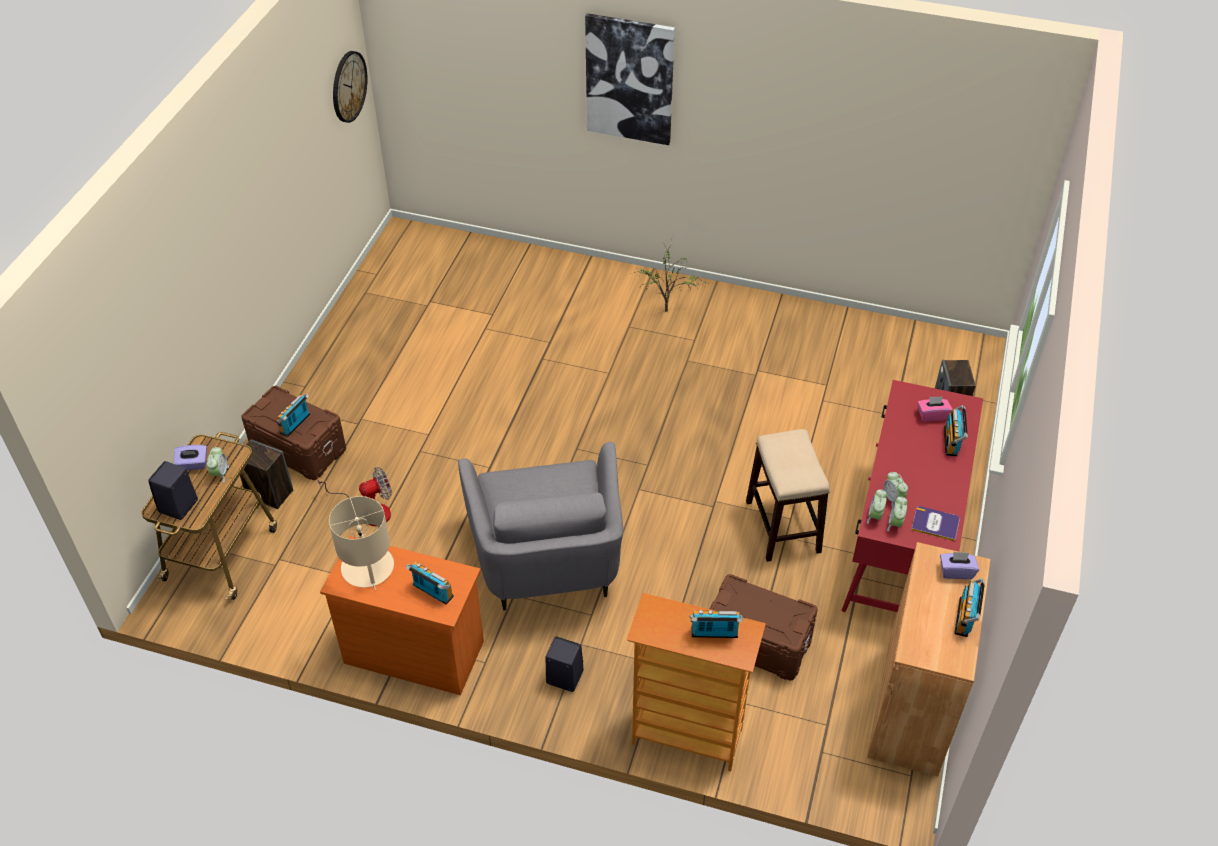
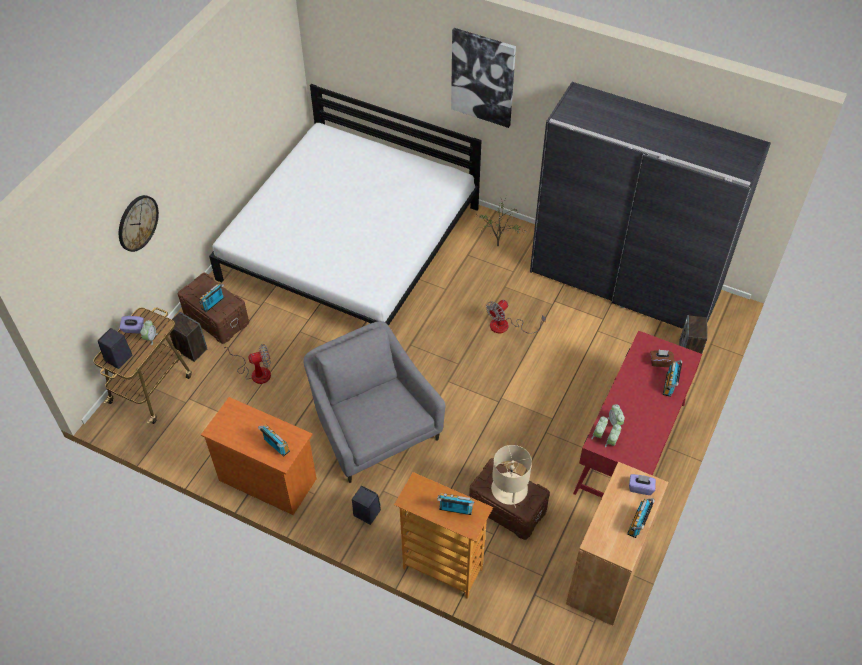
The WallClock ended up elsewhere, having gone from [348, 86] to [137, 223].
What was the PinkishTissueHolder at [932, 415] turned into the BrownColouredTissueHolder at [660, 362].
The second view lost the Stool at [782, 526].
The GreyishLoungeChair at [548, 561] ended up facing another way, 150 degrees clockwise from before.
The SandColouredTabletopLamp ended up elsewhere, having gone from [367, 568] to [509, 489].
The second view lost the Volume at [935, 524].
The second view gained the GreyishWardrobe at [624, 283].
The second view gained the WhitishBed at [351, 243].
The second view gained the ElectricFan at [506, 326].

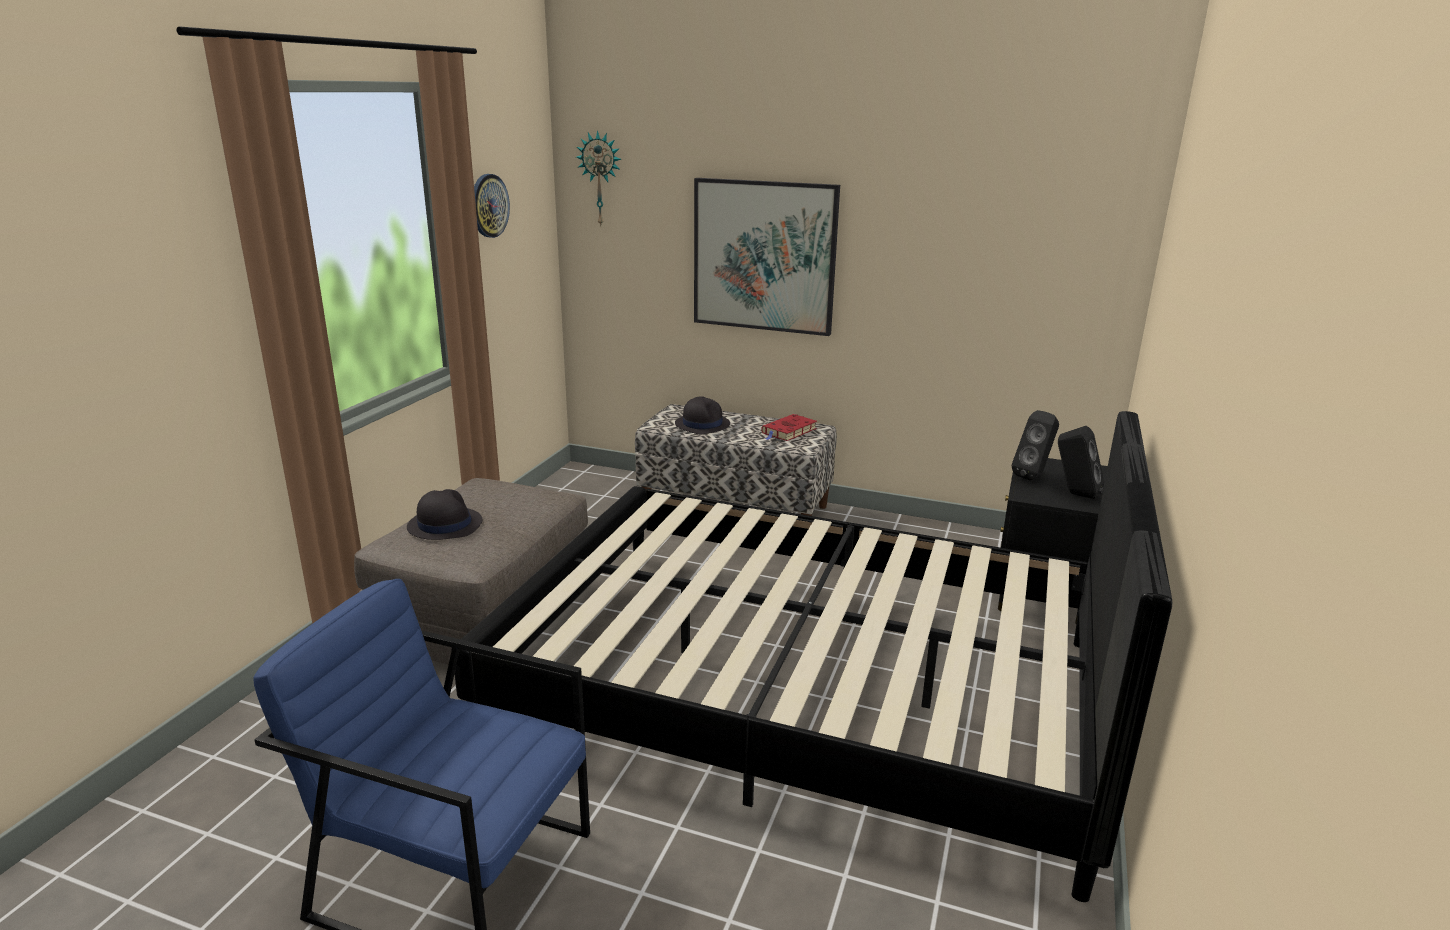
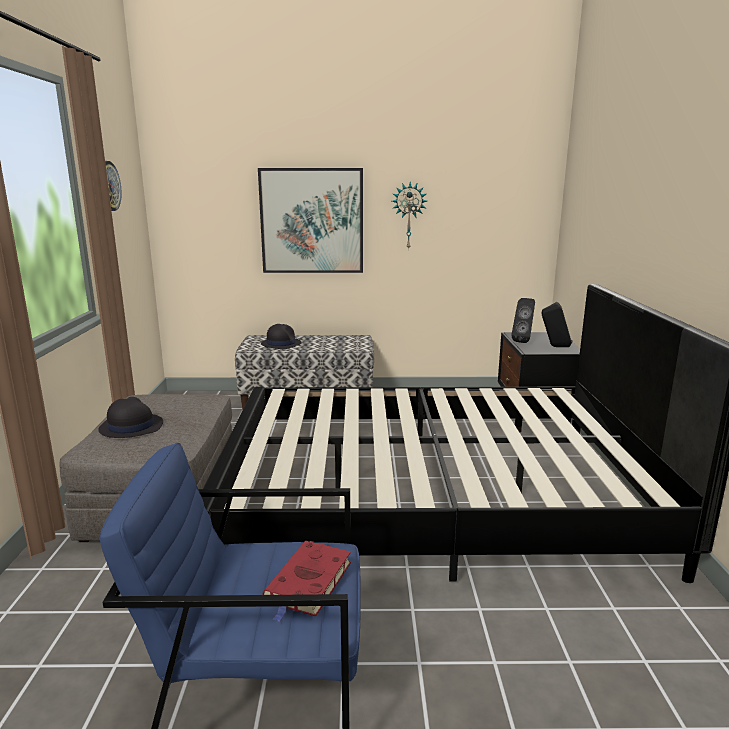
The WallClock ended up elsewhere, having gone from [600, 179] to [408, 216].
The RedColouredVolume ended up elsewhere, having gone from [788, 431] to [308, 584].

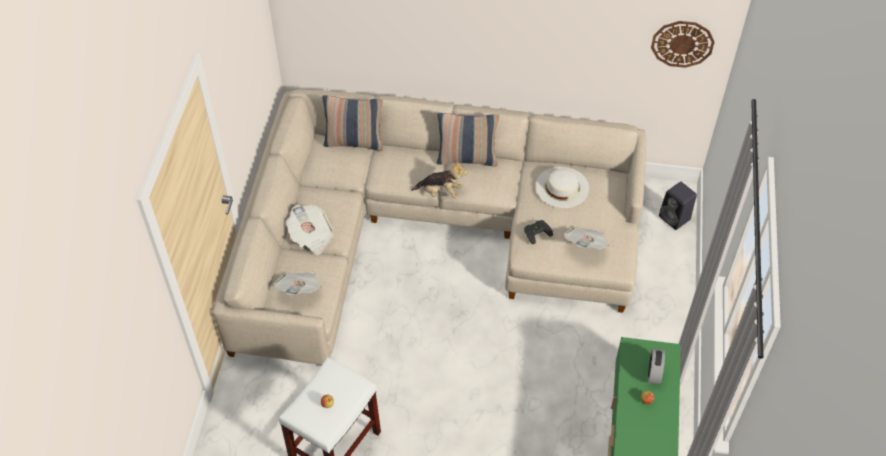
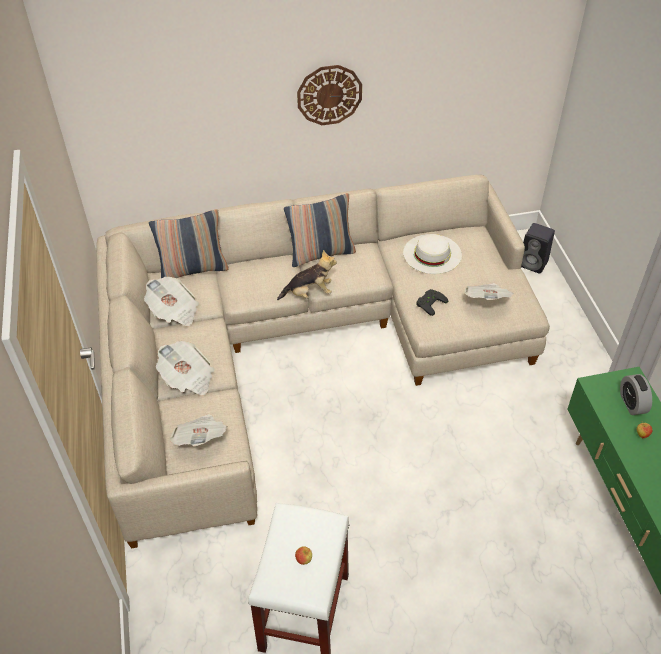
The WallClock ended up elsewhere, having gone from [682, 43] to [329, 95].
The second view gained the DailyPaper at [174, 311].

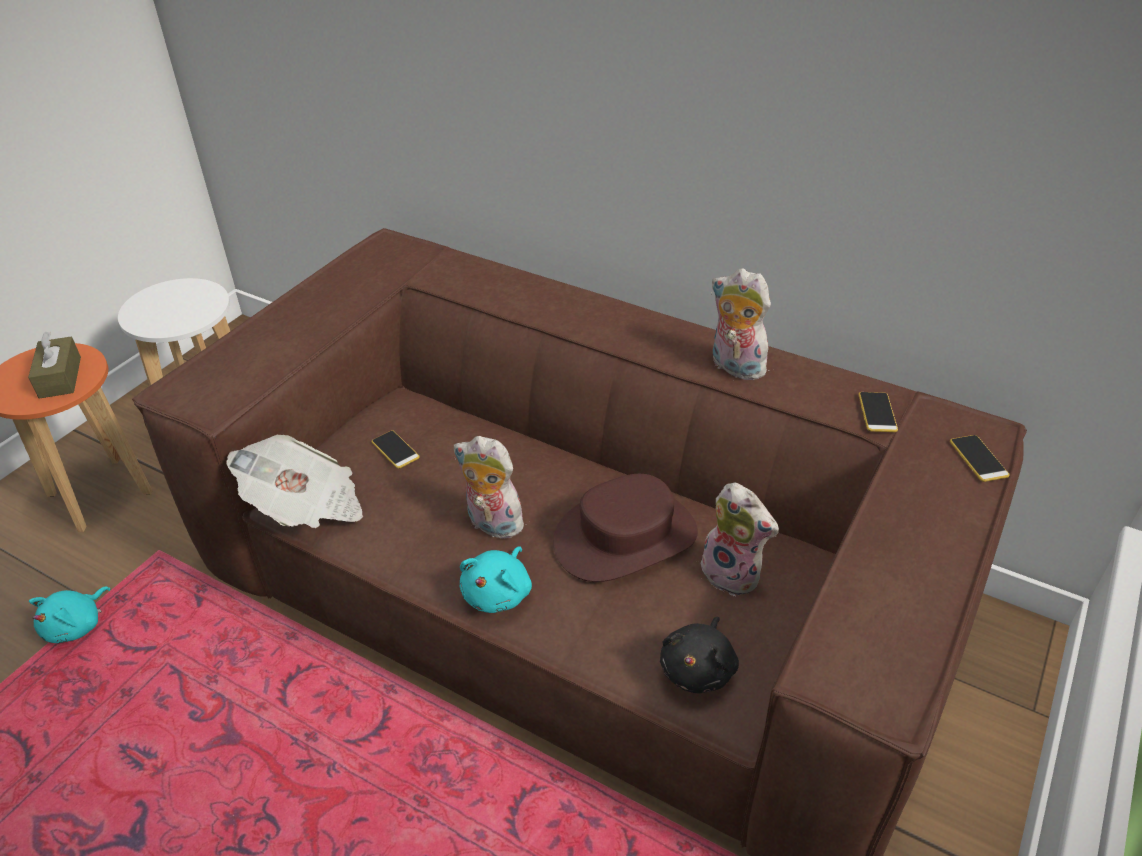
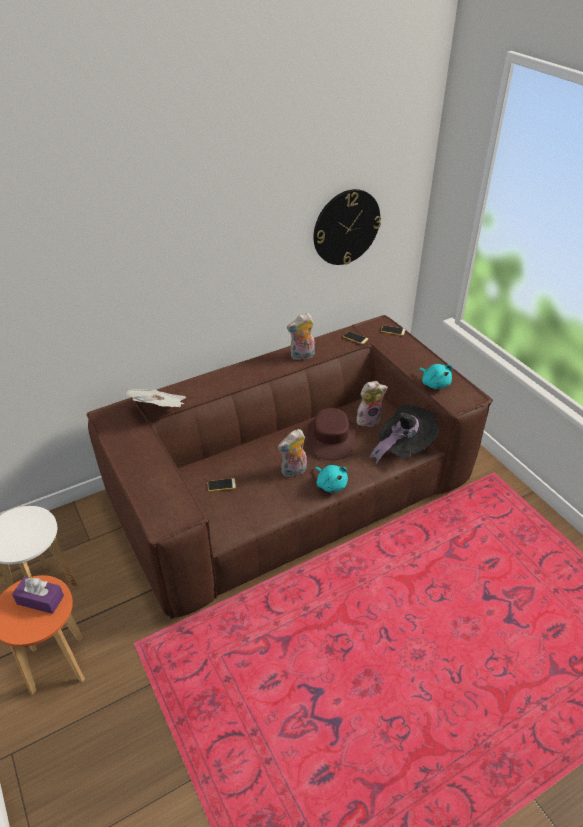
What was the BrownColouredTissueHolder at [60, 377] turned into the PurplishTissueHolder at [40, 600].
The DailyPaper ended up elsewhere, having gone from [306, 506] to [160, 409].
The TurquoiseColouredSoftToy ended up elsewhere, having gone from [77, 626] to [434, 383].
Where the BlackSoftToy stood at [698, 668], the BlackHat came to stand at [403, 447].
The second view gained the WallClock at [346, 227].

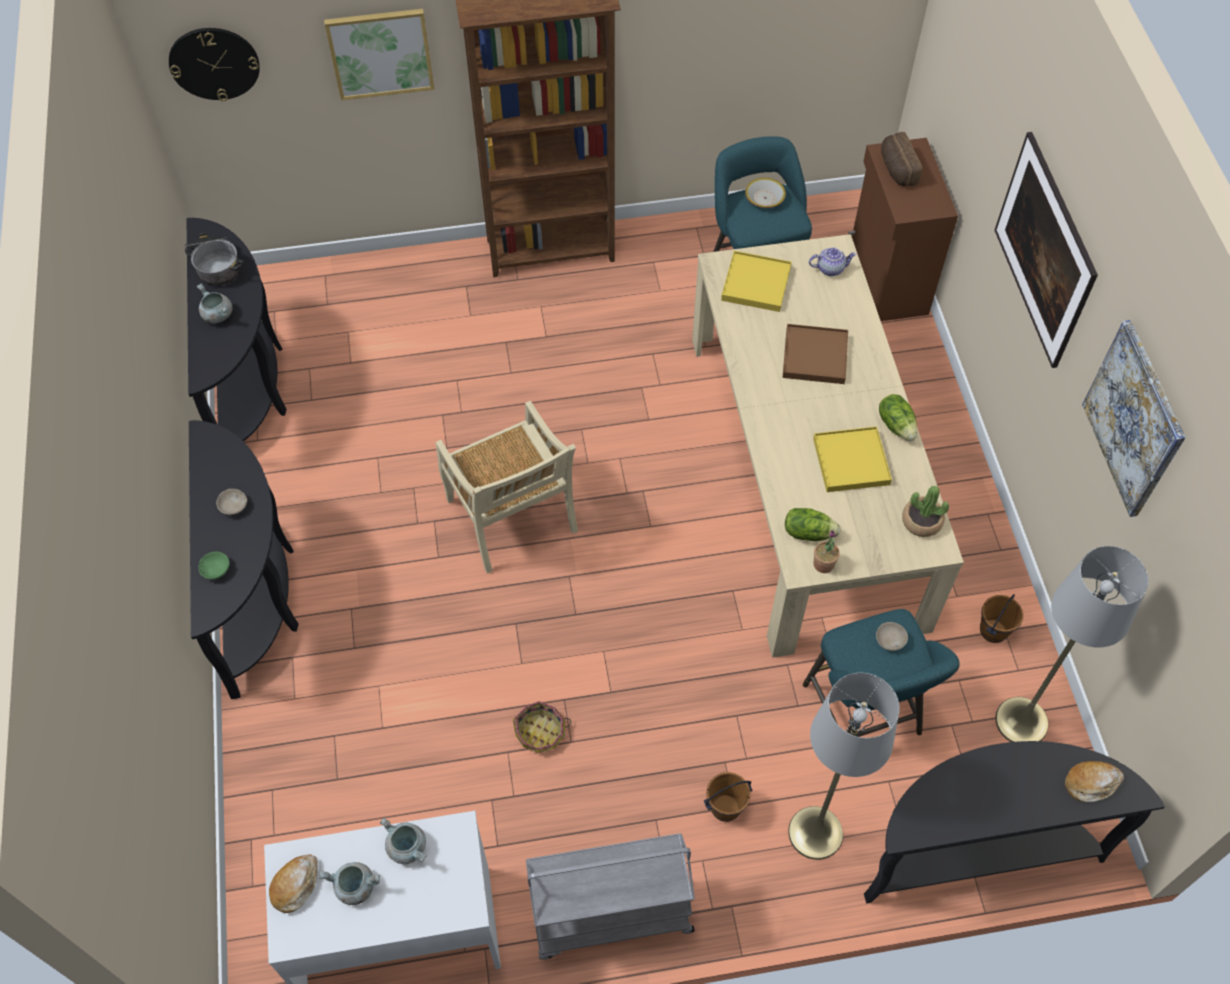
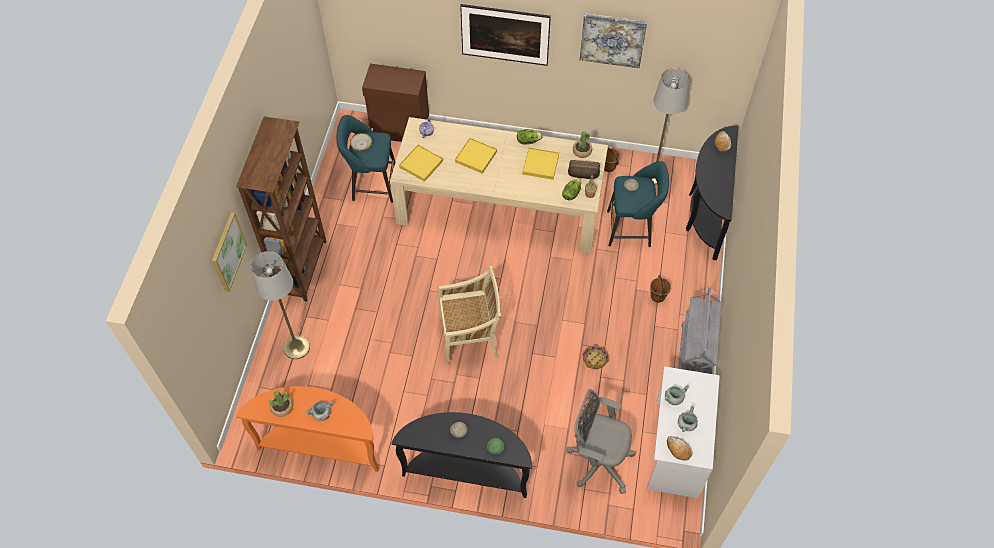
The second view lost the WallClock at [214, 63].
The BakedBread ended up elsewhere, having gone from [896, 169] to [583, 175].
What was the BlackNarrowTable at [251, 385] turned into the OrangeNarrowTable at [322, 445].
Where the Saucepot stood at [216, 264], the Houseplant came to stand at [282, 407].
What was the BrownColouredServingTray at [815, 356] turned into the YellowServingTray at [476, 157].
The GreyishFloorLamp ended up elsewhere, having gone from [815, 833] to [296, 347].
The second view gained the GreyishComputerChair at [597, 461].

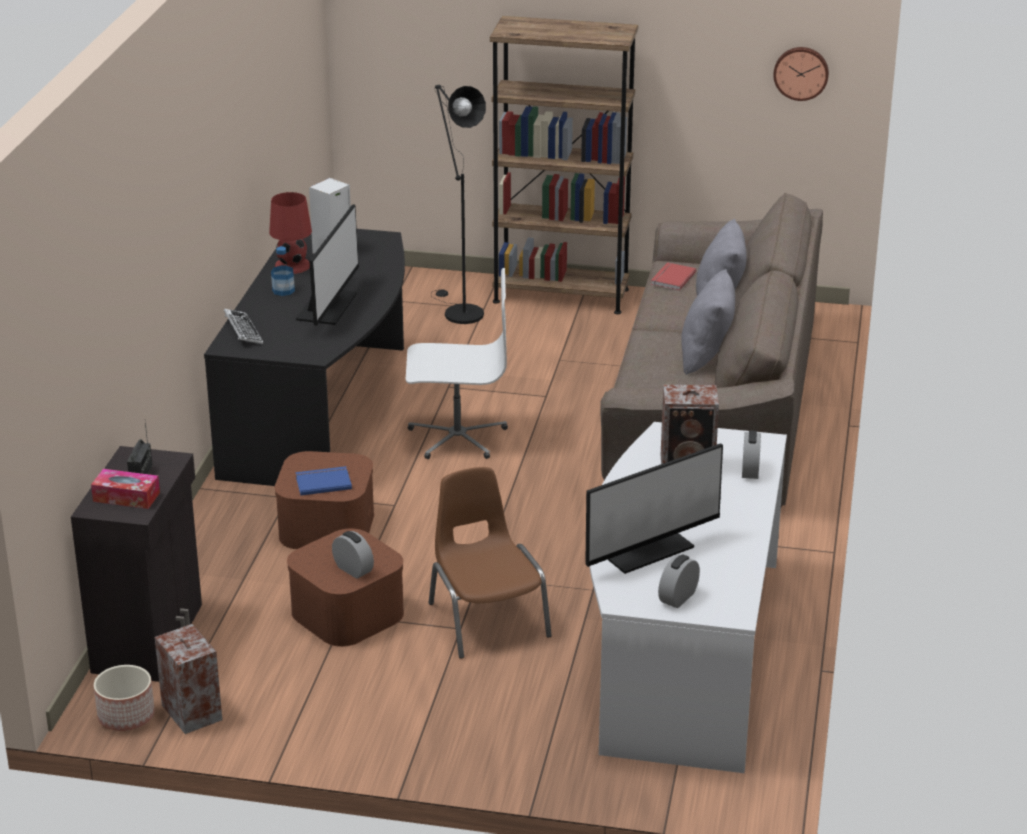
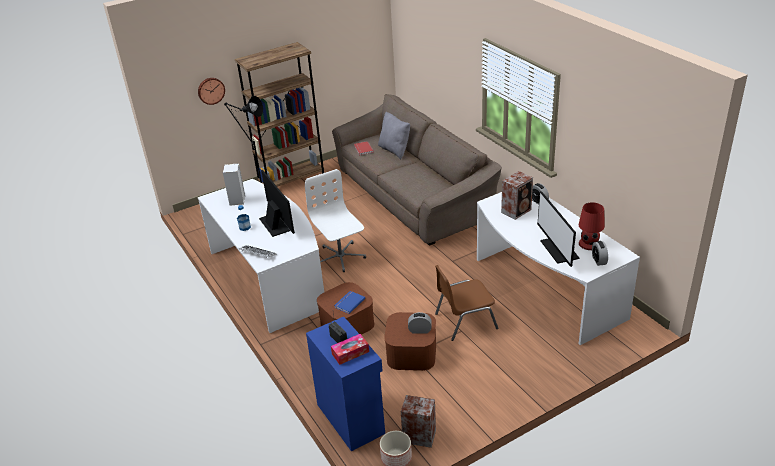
The WallClock ended up elsewhere, having gone from [801, 72] to [211, 90].
The RedColouredTabletopLamp ended up elsewhere, having gone from [292, 265] to [589, 243].
What was the BlackDesk at [323, 411] turned into the WhitishDesk at [270, 277].
The WhitishComputerChair at [457, 437] ended up facing another way, 75 degrees counterclockwise from before.
The second view lost the GreyishCushion at [706, 357].
The Monitor at [646, 549] ended up facing another way, 150 degrees clockwise from before.
What was the BlackStorageCabinet at [150, 637] turned into the BluishStorageCabinet at [351, 418].
The BrownColouredPlainChair at [487, 619] ended up facing another way, 45 degrees counterclockwise from before.

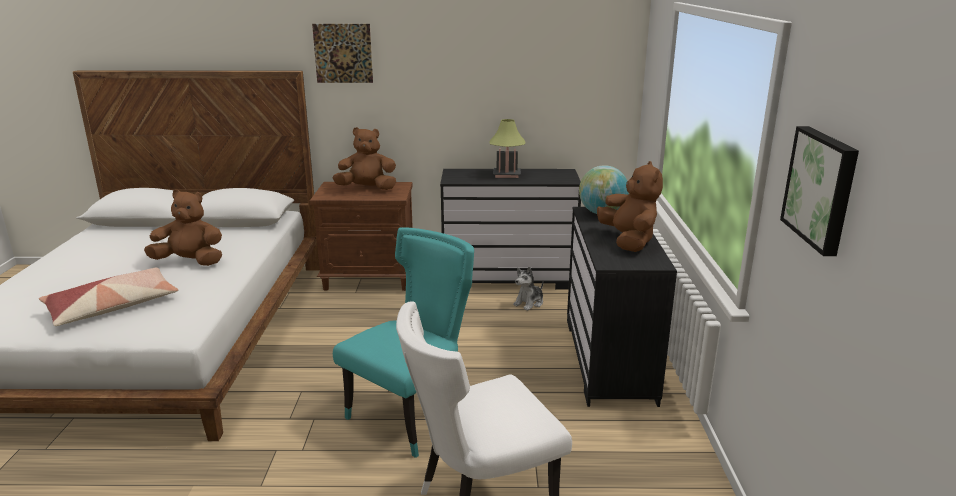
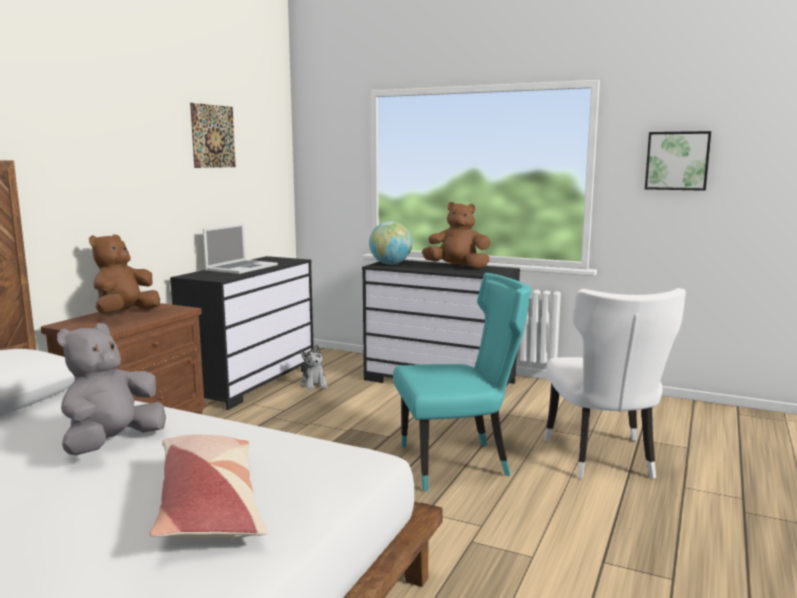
The WallPicture ended up elsewhere, having gone from [343, 53] to [213, 136].
Where the TabletopLamp stood at [506, 175], the NotebookComputer came to stand at [241, 267].
What was the BrownColouredSoftToy at [190, 262] turned into the GreyishSoftToy at [112, 444].
The TurquoiseColouredPlainChair at [413, 414] ended up facing another way, 105 degrees clockwise from before.

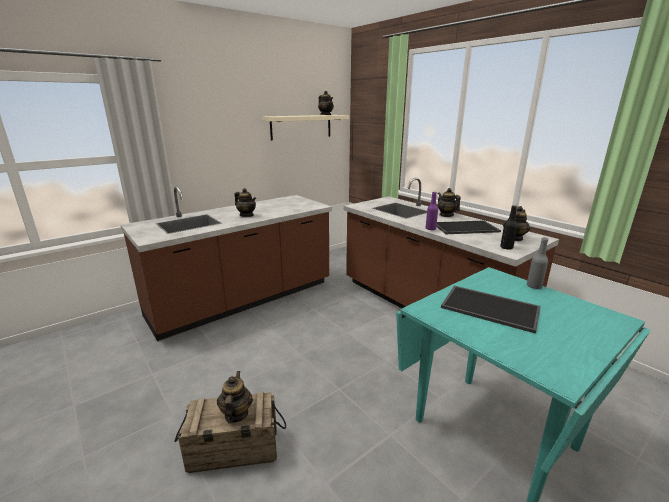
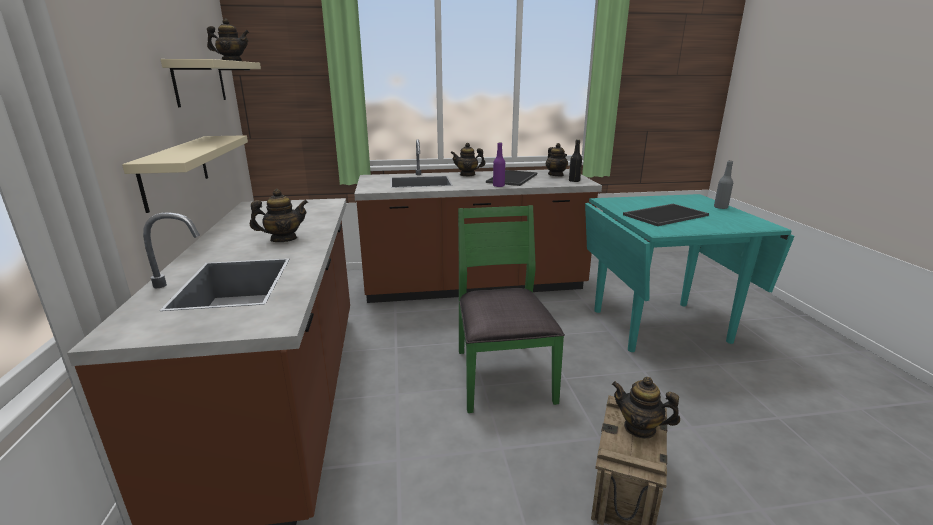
The GreyishBeverageBottle ended up elsewhere, having gone from [534, 286] to [720, 207].
The second view gained the SandColouredShelf at [175, 170].
The second view gained the GreenPlainChair at [501, 375].

